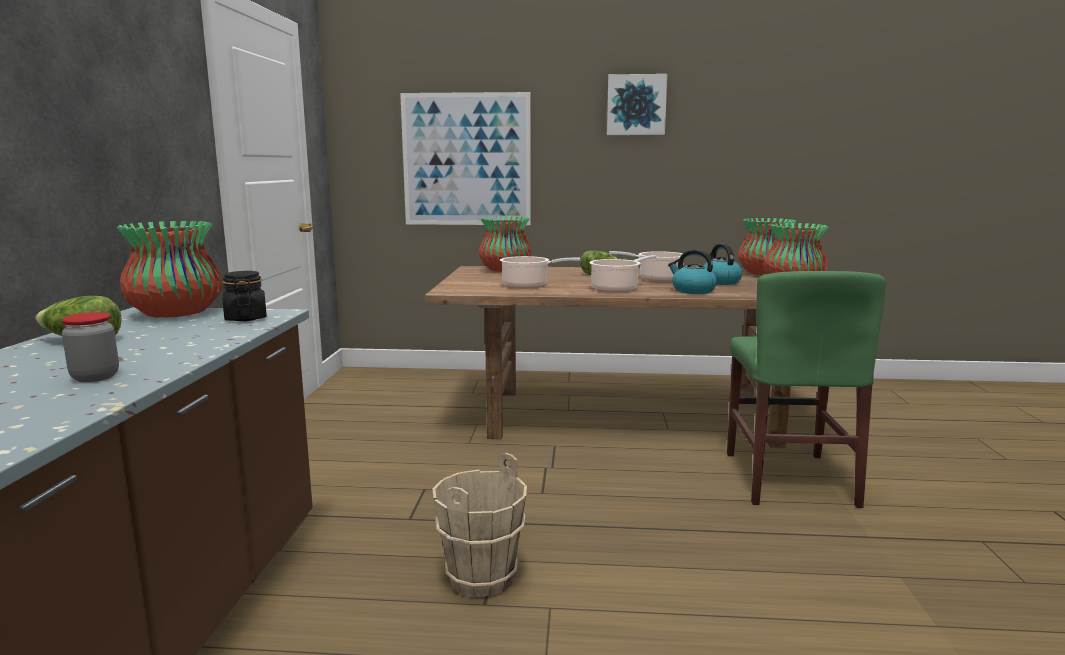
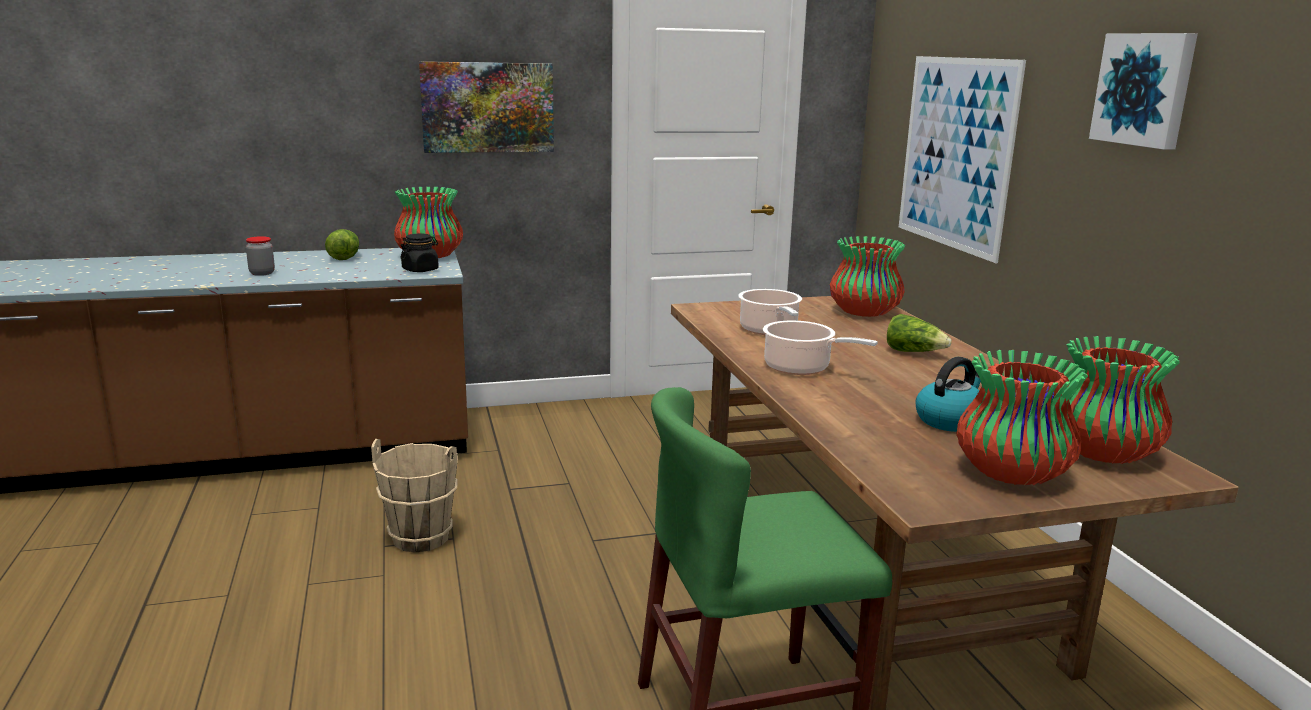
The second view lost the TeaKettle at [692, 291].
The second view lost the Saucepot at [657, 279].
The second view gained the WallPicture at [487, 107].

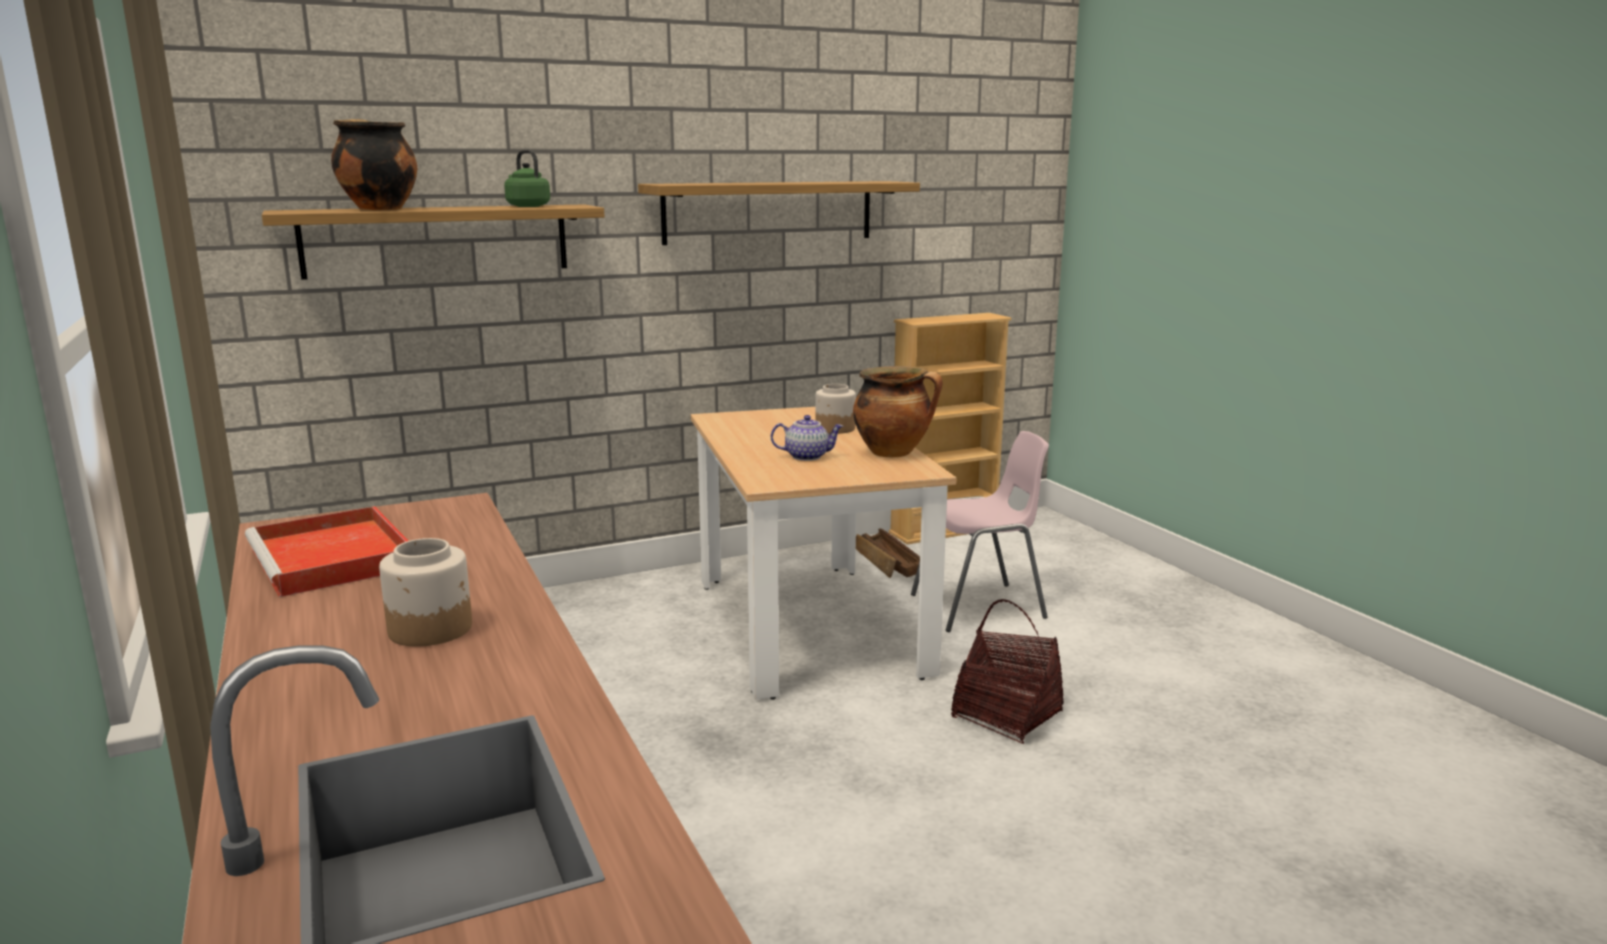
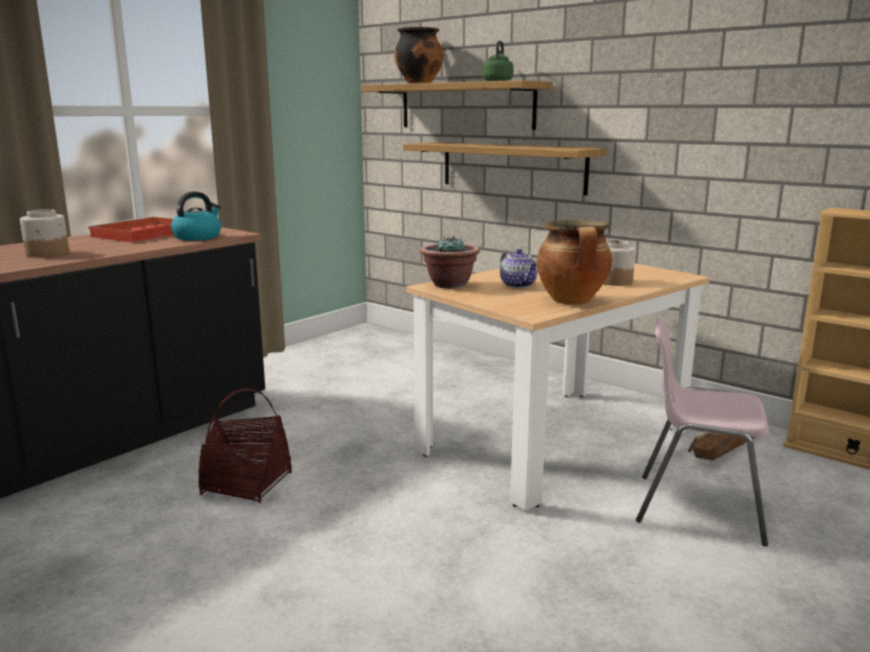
The Shelf ended up elsewhere, having gone from [769, 212] to [512, 167].
The PinkishPlainChair at [980, 607] ended up facing another way, 150 degrees clockwise from before.
The StorageBasket ended up elsewhere, having gone from [1006, 715] to [247, 484].
The second view gained the TeaKettle at [198, 237].
The second view gained the Houseplant at [449, 285].

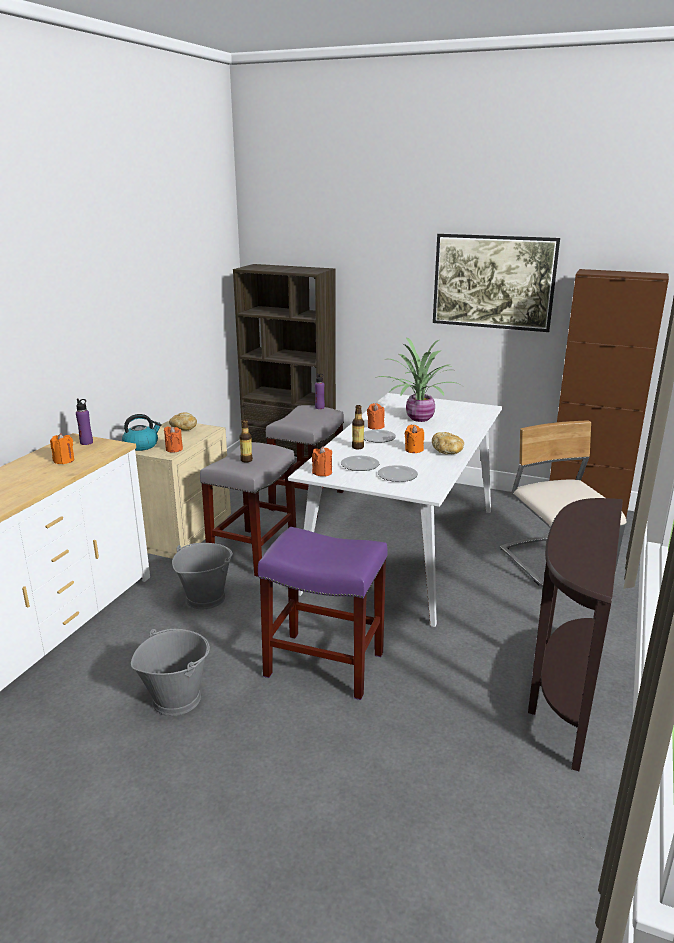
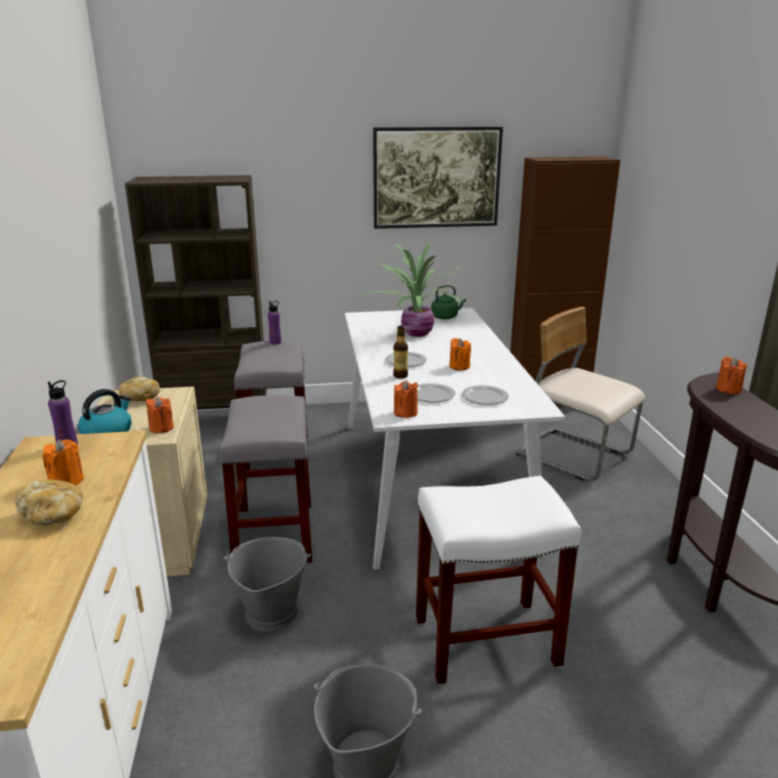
The OrangeWaxCandle ended up elsewhere, having gone from [375, 426] to [728, 389].
The second view lost the BeverageBottle at [246, 460].
The BakedBread ended up elsewhere, having gone from [447, 451] to [53, 516].
What was the PurplishStool at [323, 665] turned into the WhitishStool at [485, 642].
The second view gained the GreenTeaKettle at [446, 317].

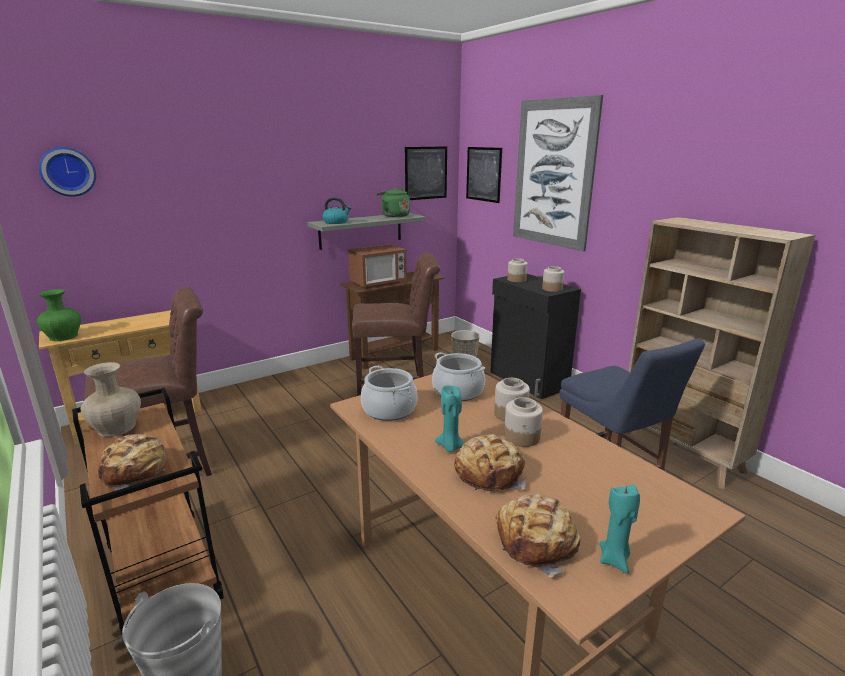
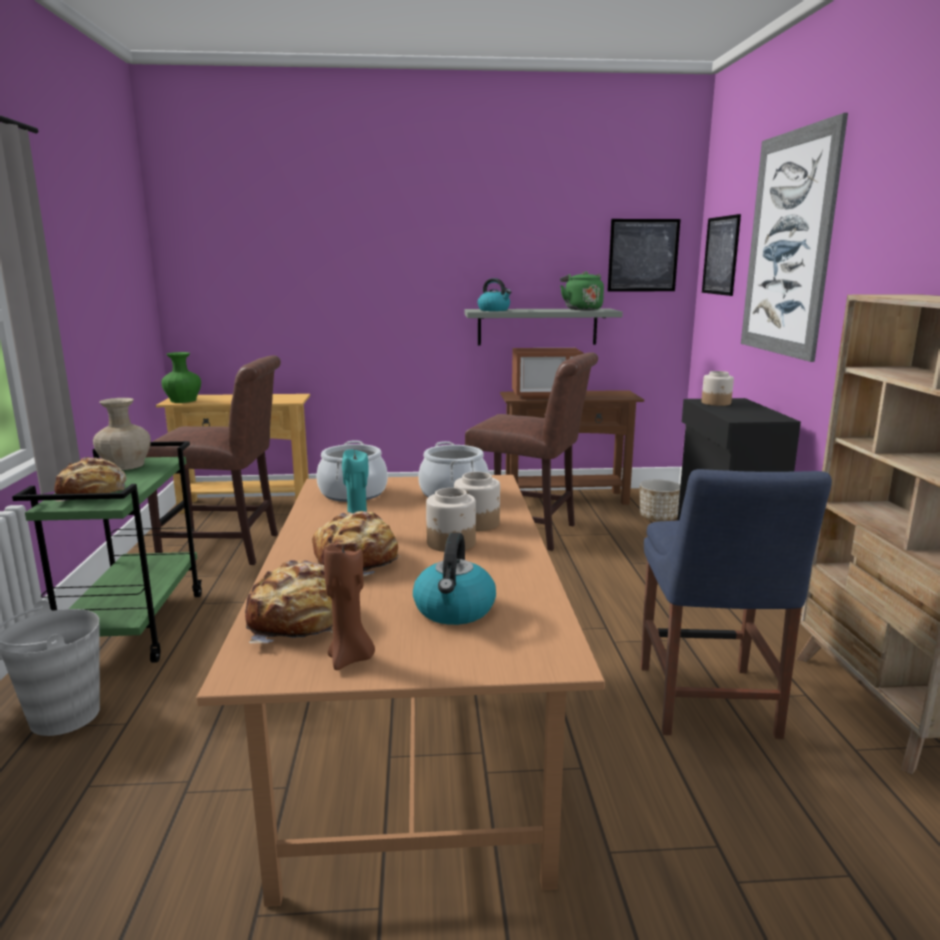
The second view lost the WallClock at [68, 171].
The second view lost the PreserveJar at [552, 289].
What was the BrownColouredCart at [162, 572] turned into the GreenCart at [135, 626].
What was the TurquoiseColouredWaxCandle at [614, 559] turned into the BrownColouredWaxCandle at [350, 659].
The second view gained the TeaKettle at [454, 610].

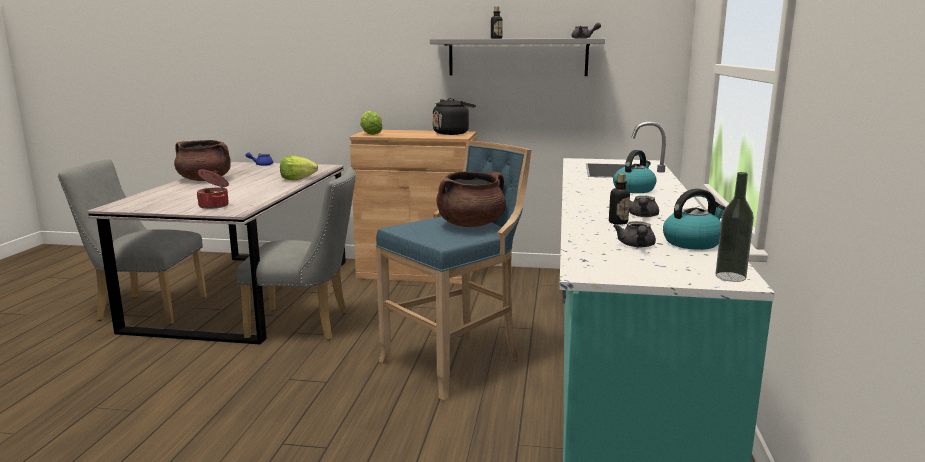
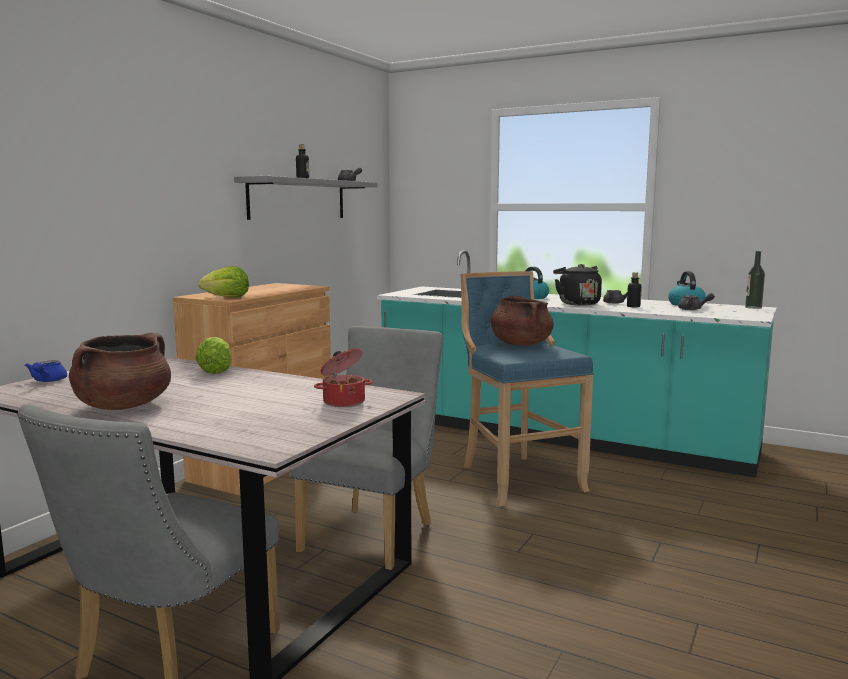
The BlackTeaKettle ended up elsewhere, having gone from [452, 133] to [577, 303].

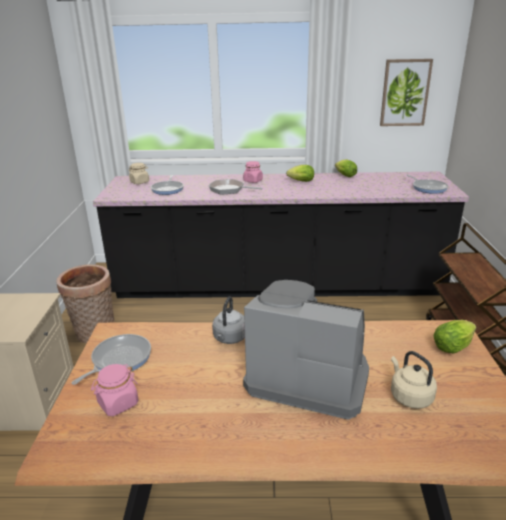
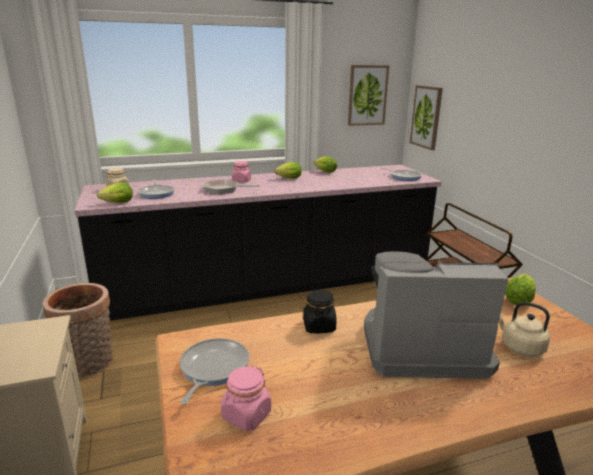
Where the GreyishTeaKettle stood at [230, 338], the BlackPreserveJar came to stand at [319, 326].
The second view gained the WallPicture at [426, 117].
The second view gained the Lettuce at [116, 203].

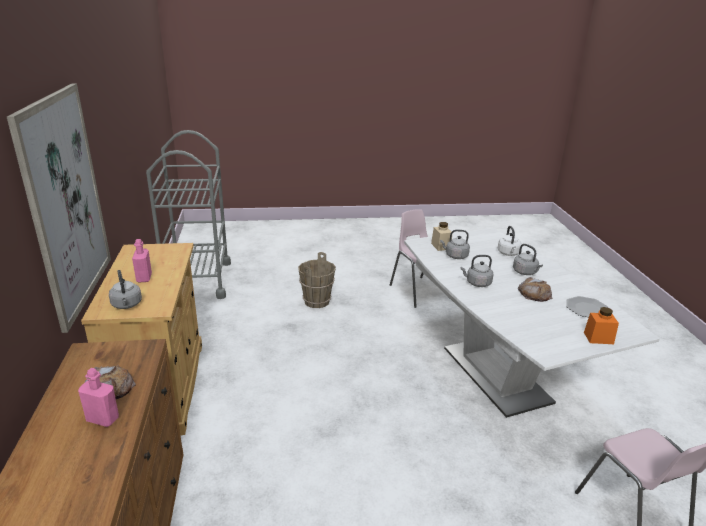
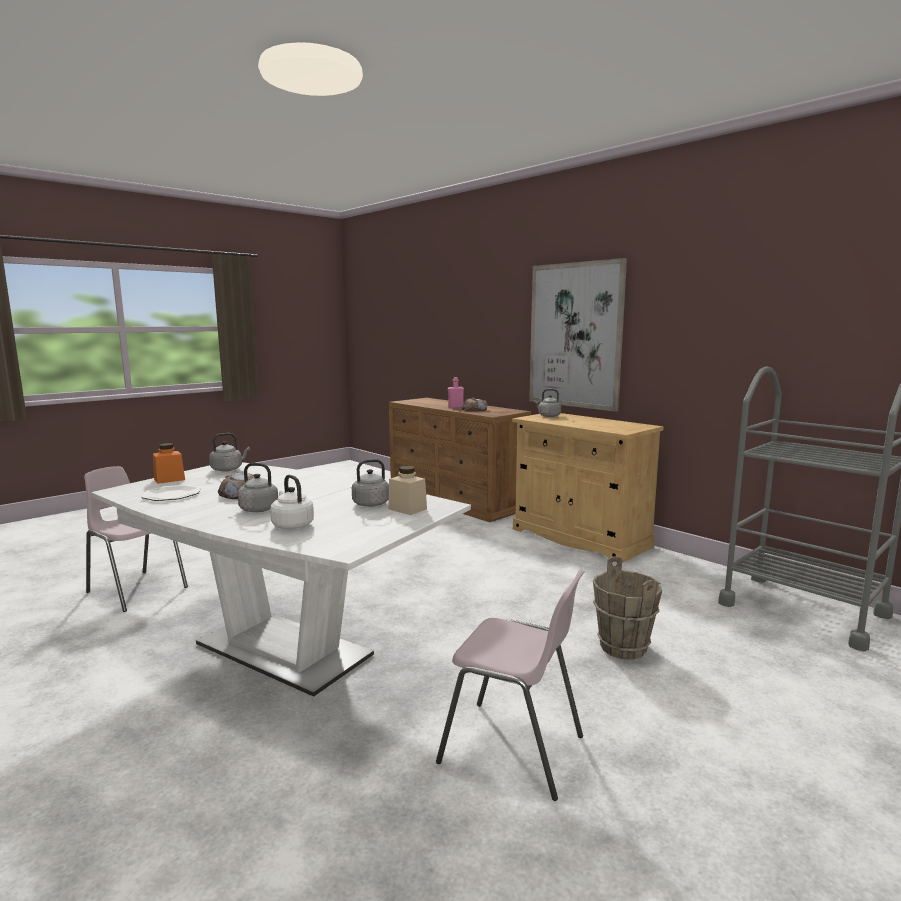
The second view lost the PinkishBeverageBottle at [144, 278].
The GreyishTeaKettle ended up elsewhere, having gone from [477, 283] to [228, 469].

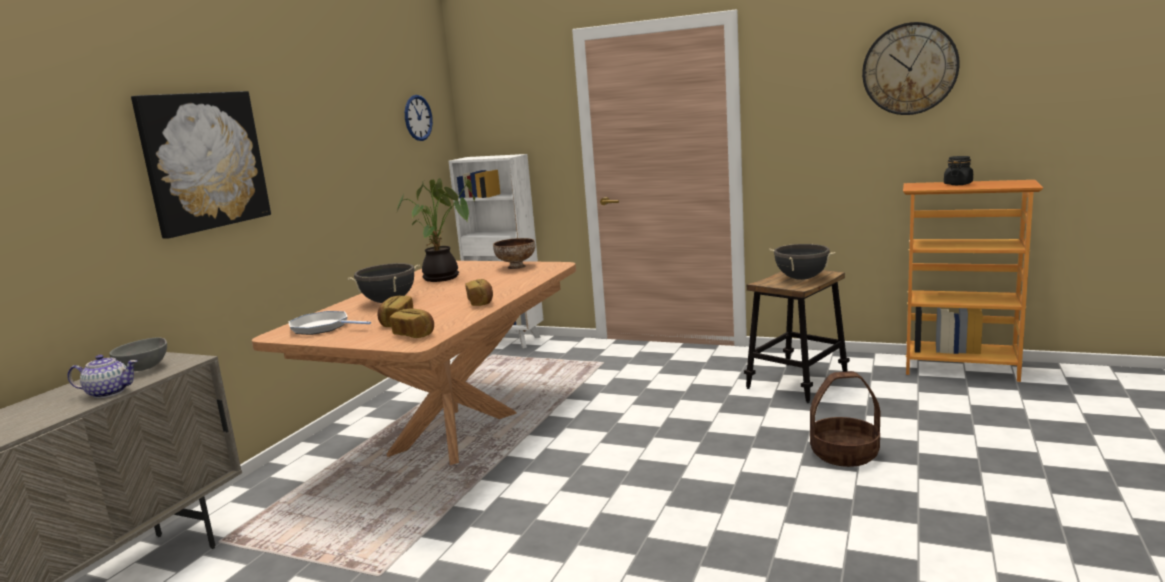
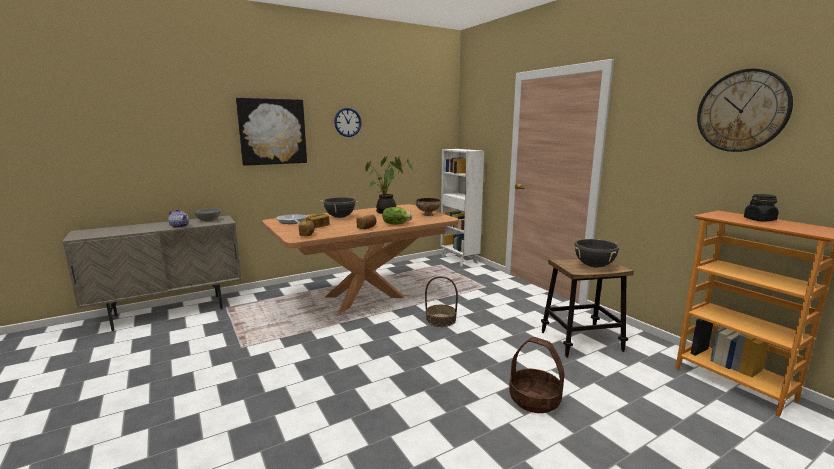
The WallClock ended up elsewhere, having gone from [418, 118] to [347, 122].
The second view gained the Lettuce at [396, 224].
The second view gained the StorageBasket at [441, 320].

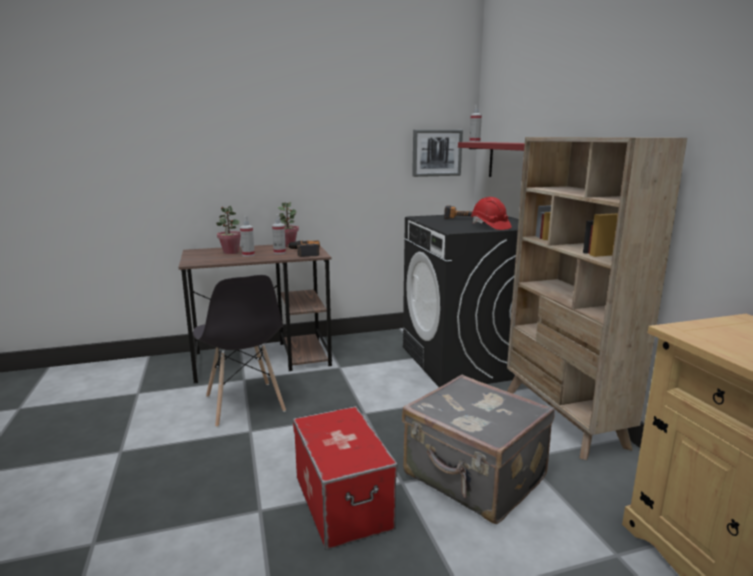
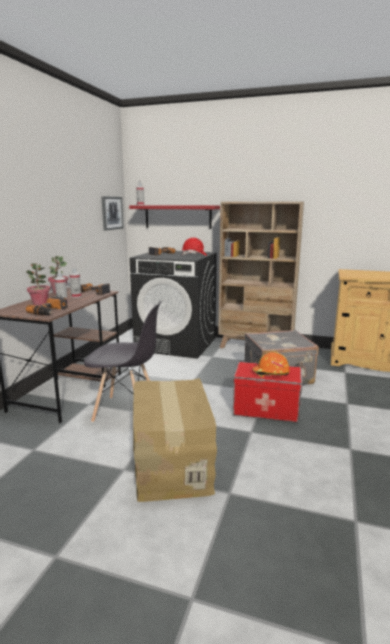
The second view gained the PowerDrill at [50, 311].
The second view gained the OrangeWorkHelmet at [270, 373].
The second view gained the CardboardBox at [170, 463].

